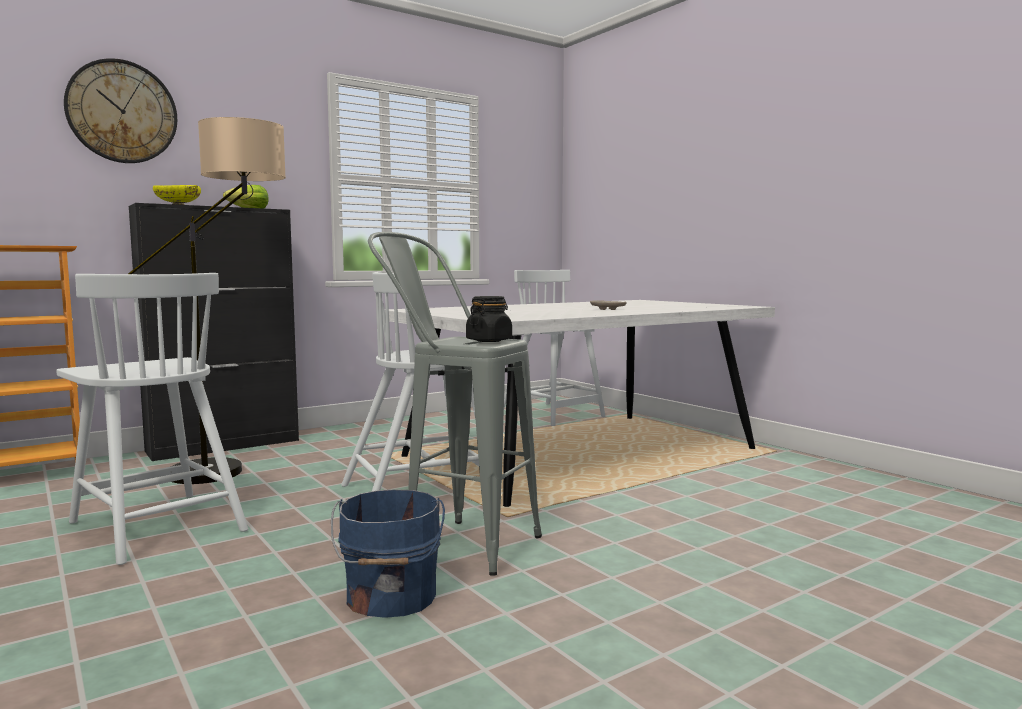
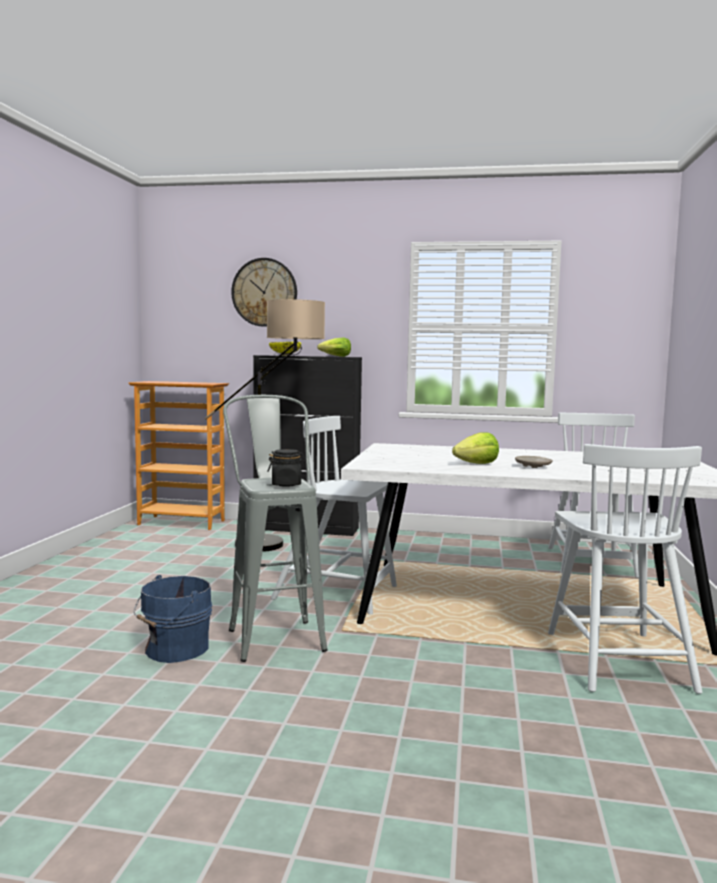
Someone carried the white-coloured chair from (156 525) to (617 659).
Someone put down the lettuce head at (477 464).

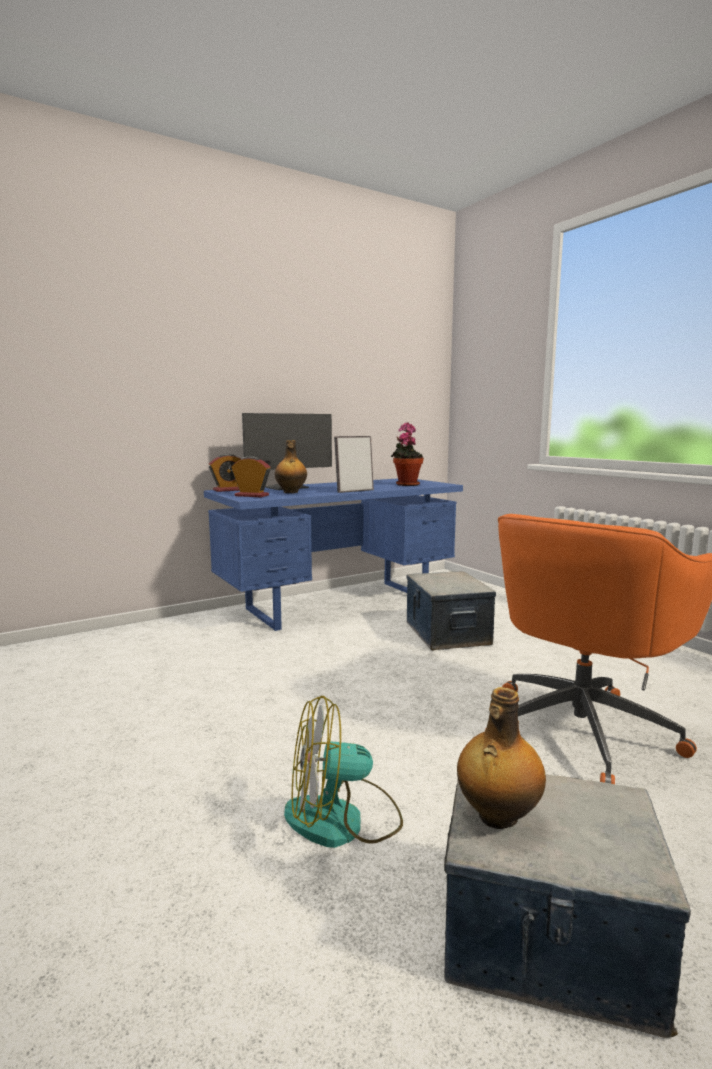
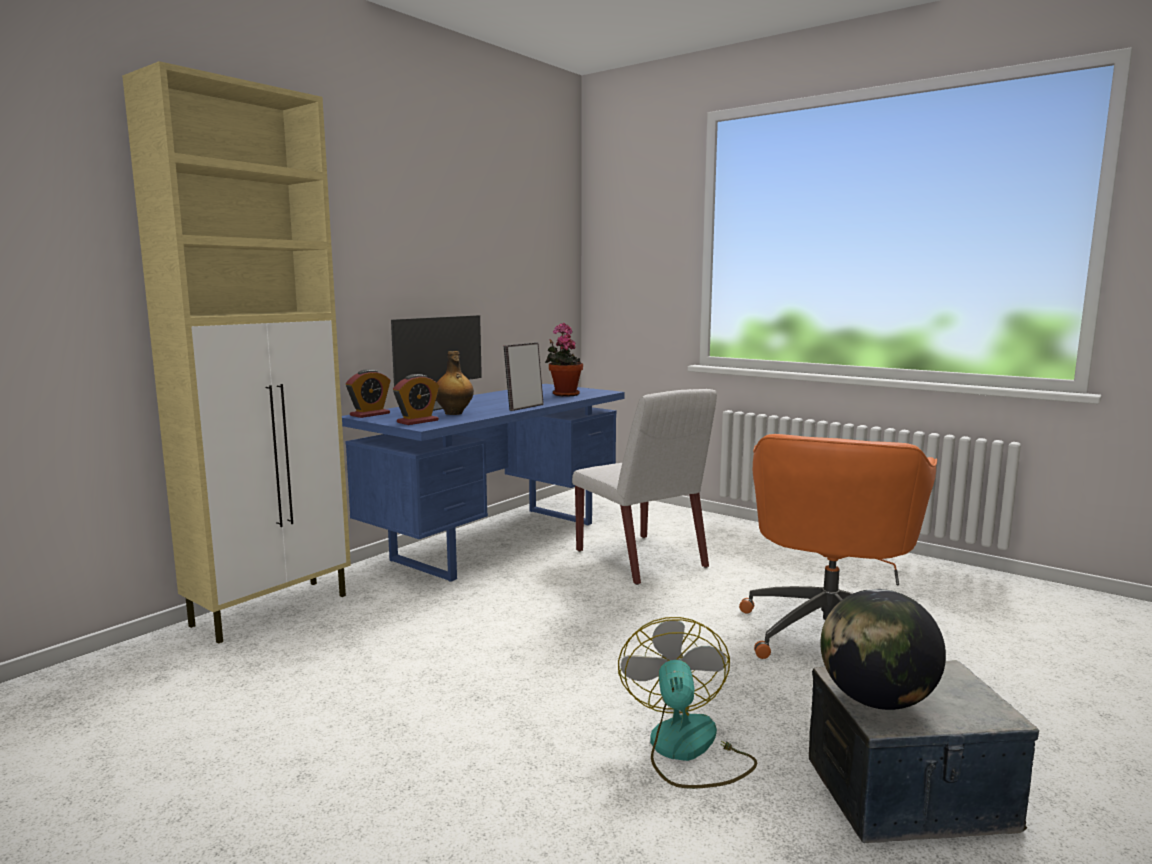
Someone rotated the table clock at (251 495) by 135 degrees clockwise.
Someone rotated the cooling fan at (342 820) by 120 degrees clockwise.
Someone swapped the storage container at (446 633) for the white-coloured chair at (641 559).
Someone swapped the bottle at (497 816) for the world globe at (876 700).
Someone put down the sand-coloured storage cabinet at (273 609).

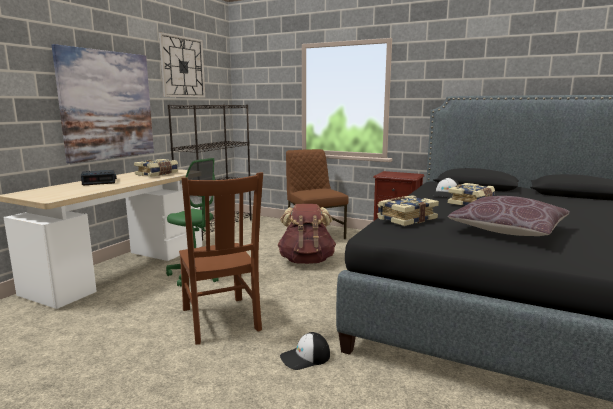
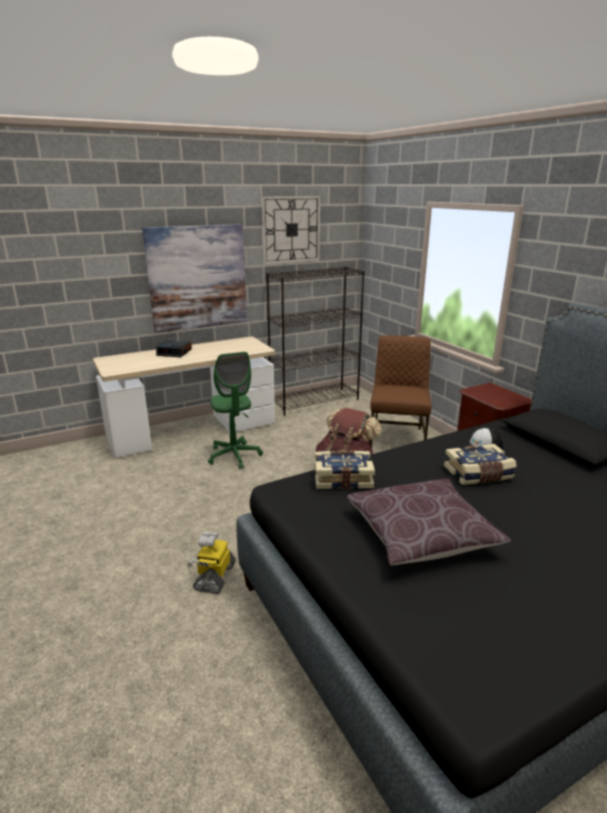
Someone took away the bound book at (157 174).
Someone took away the brown chair at (221 321).
Someone swapped the cap at (305 357) for the robot figure at (214 576).

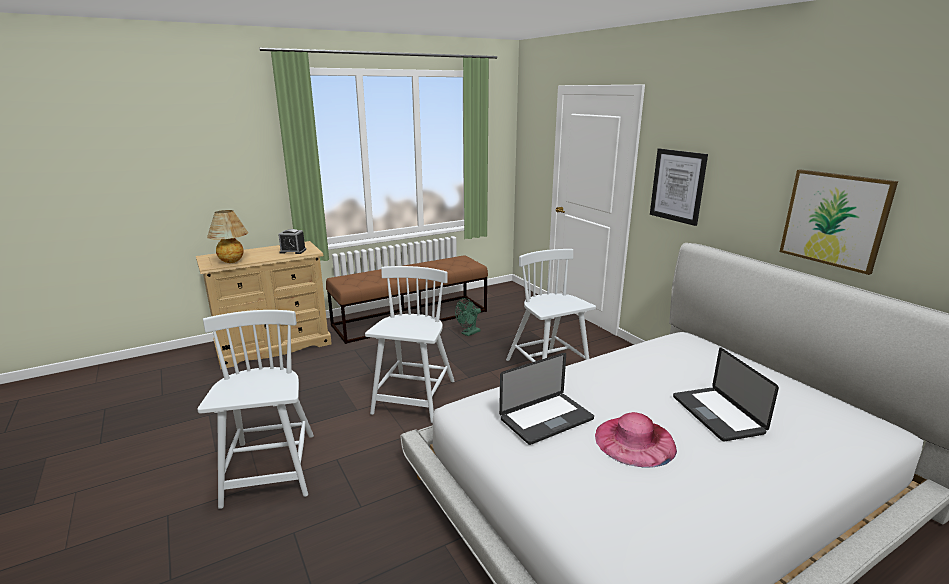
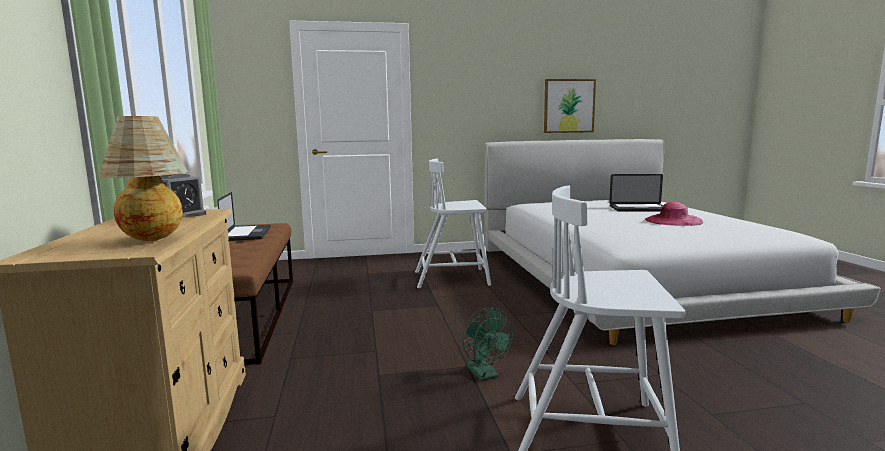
Someone took away the white-coloured chair at (414 398).
Someone carried the green-coloured cooling fan from (468 333) to (485 375).
Someone carried the laptop from (546 419) to (247 234).
Someone took away the wall picture at (677 186).

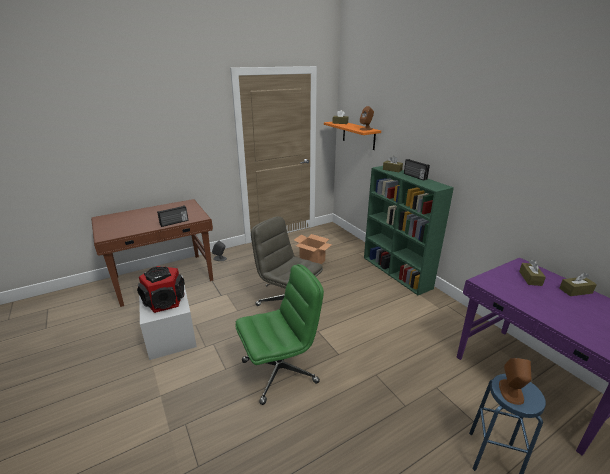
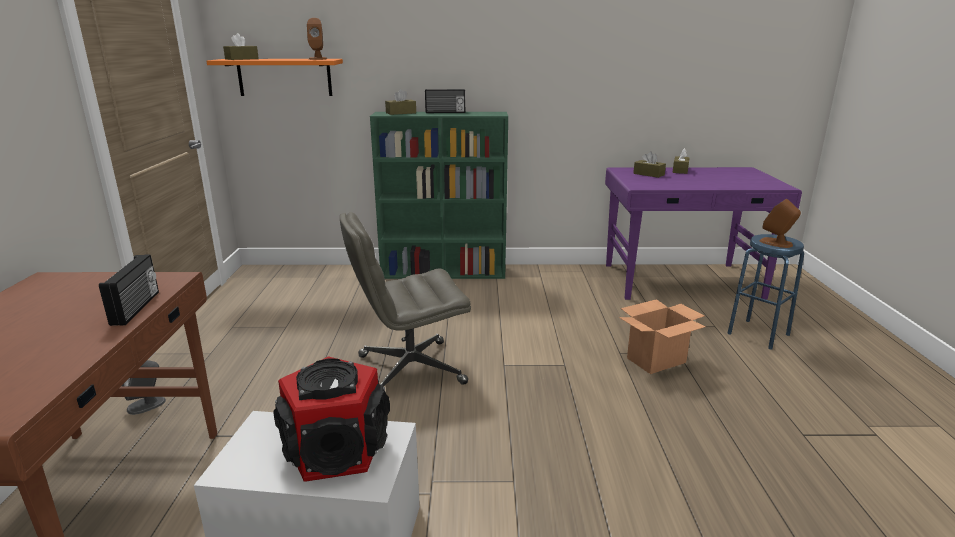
Someone took away the green-coloured office chair at (280 371).
Someone carried the cardboard box from (312 261) to (656 360).

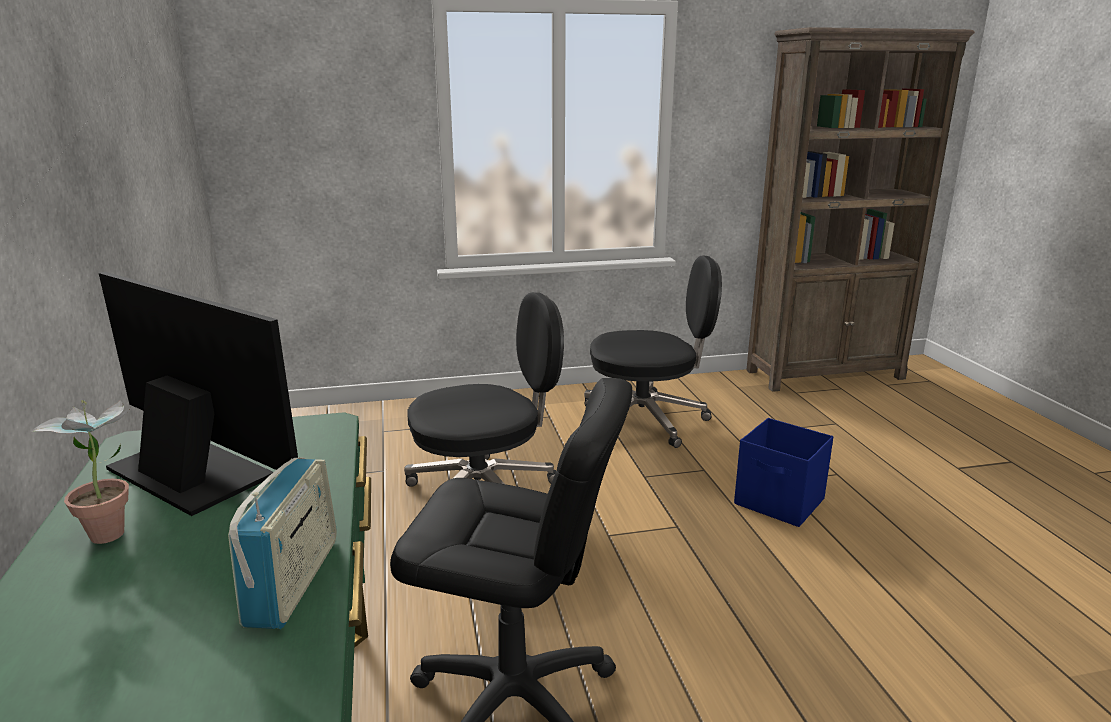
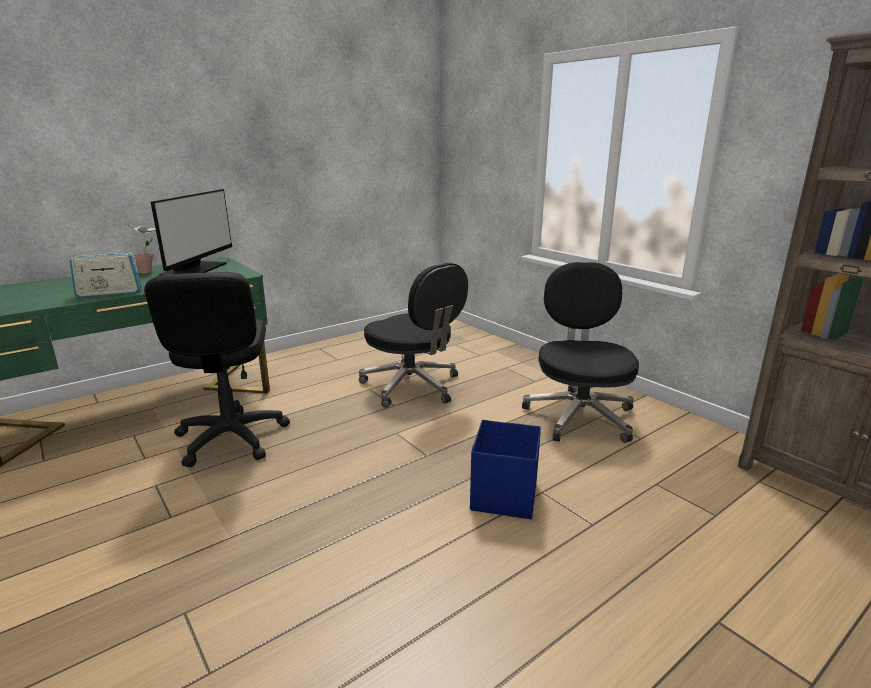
Someone rotated the black-coloured office chair at (646 420) by 150 degrees counterclockwise.

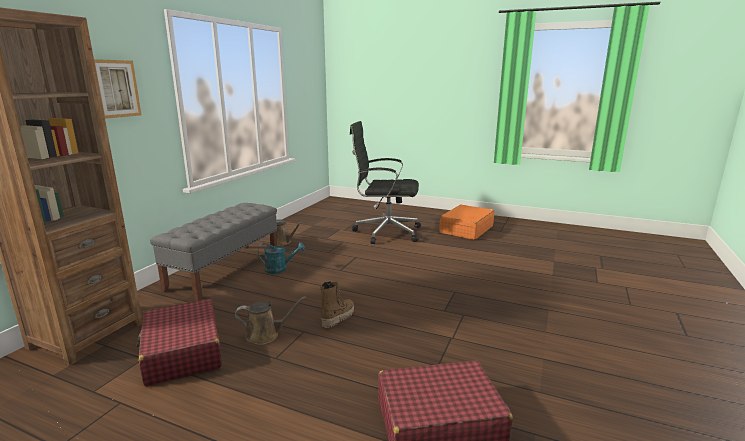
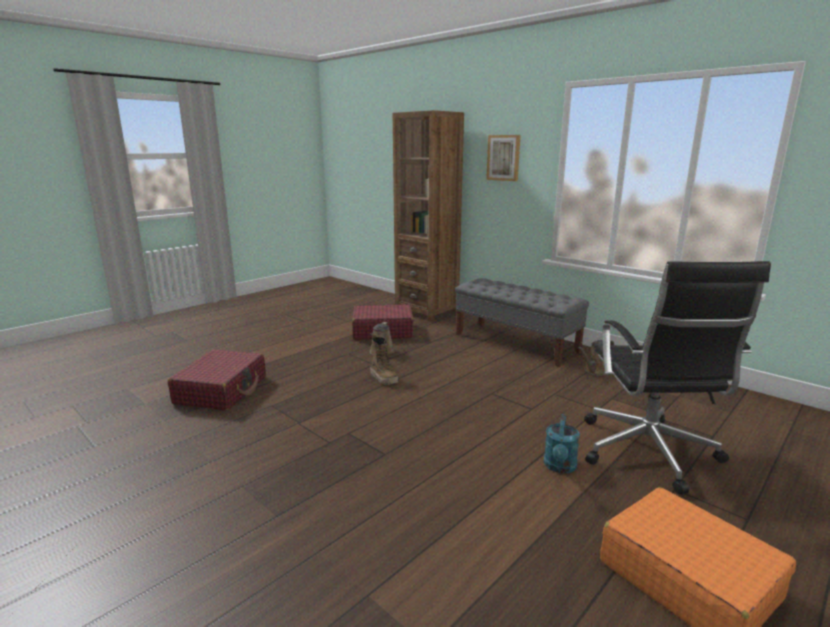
Someone carried the turquoise-coloured watering pot from (280 269) to (559 467).
Someone rotated the black-coloured office chair at (385 232) by 150 degrees clockwise.

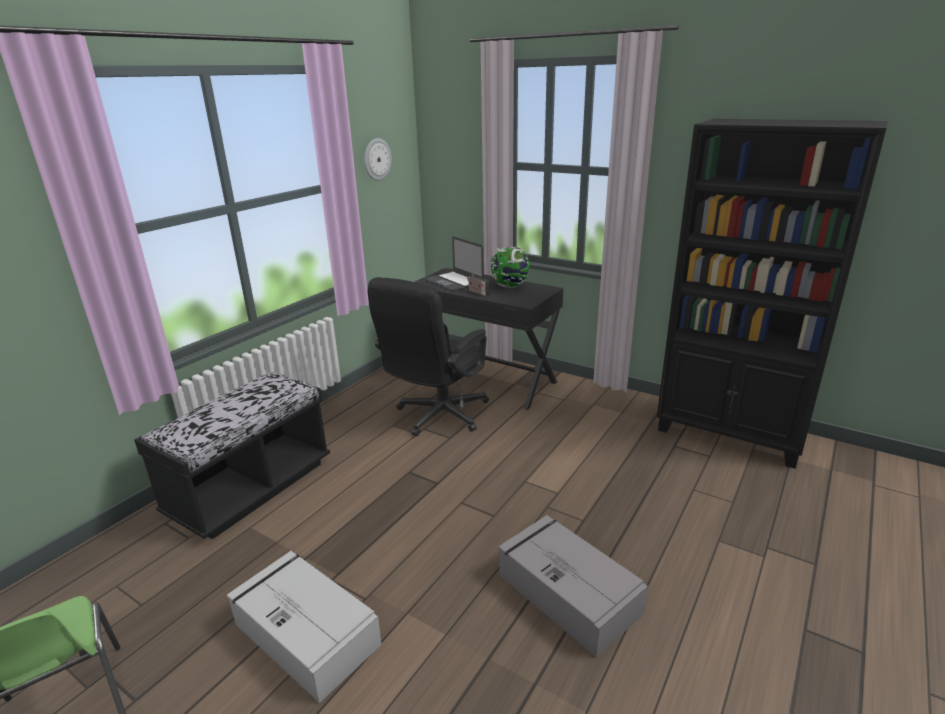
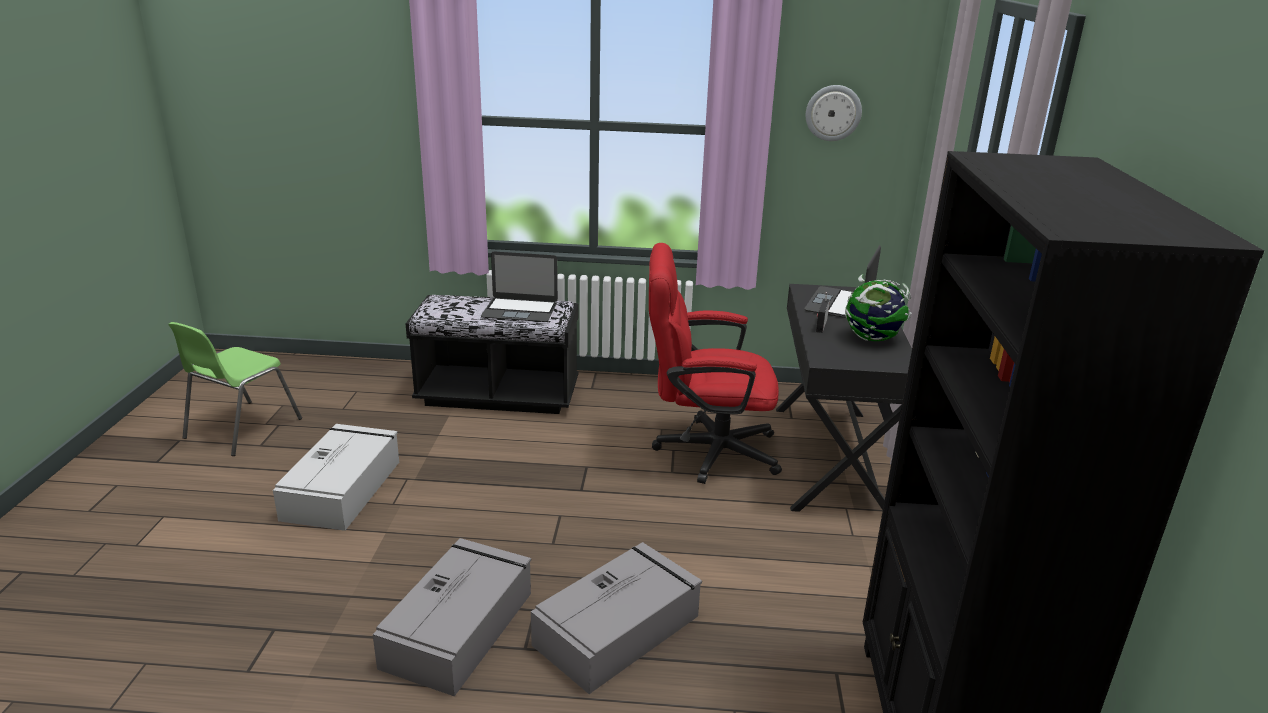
Someone repainted the black-coloured office chair at (437 417), which became the red office chair at (705 450).
Someone put down the laptop at (520 310).
Someone put down the grey storage container at (619 629).

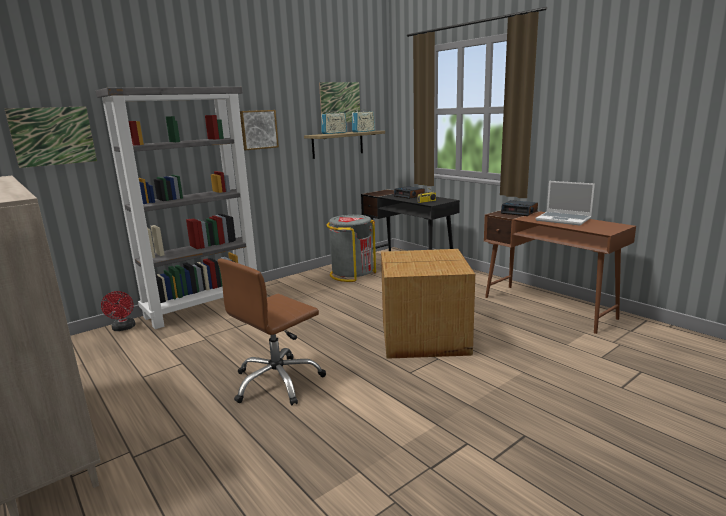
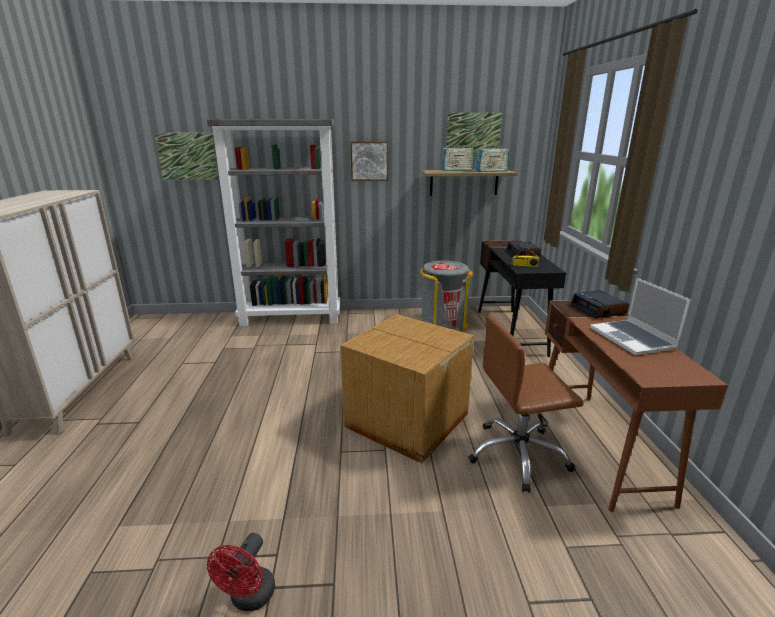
Someone carried the red cooling fan from (123 328) to (249 599).
Someone carried the brown office chair from (278 382) to (518 455).

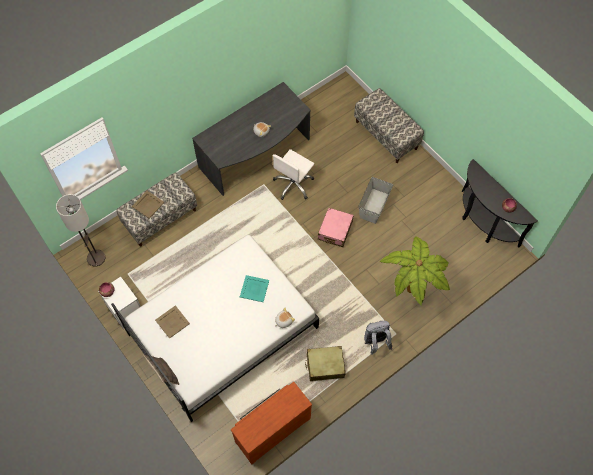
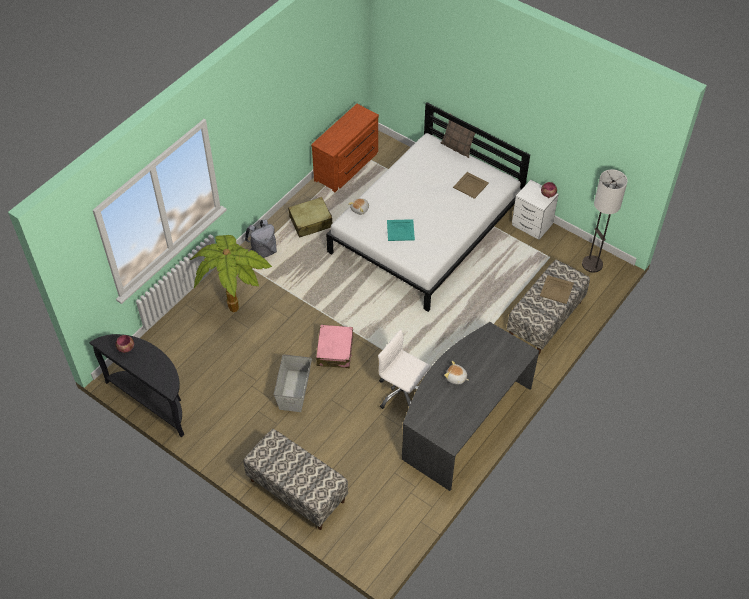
Someone rotated the white-coloured office chair at (293 184) by 75 degrees counterclockwise.

